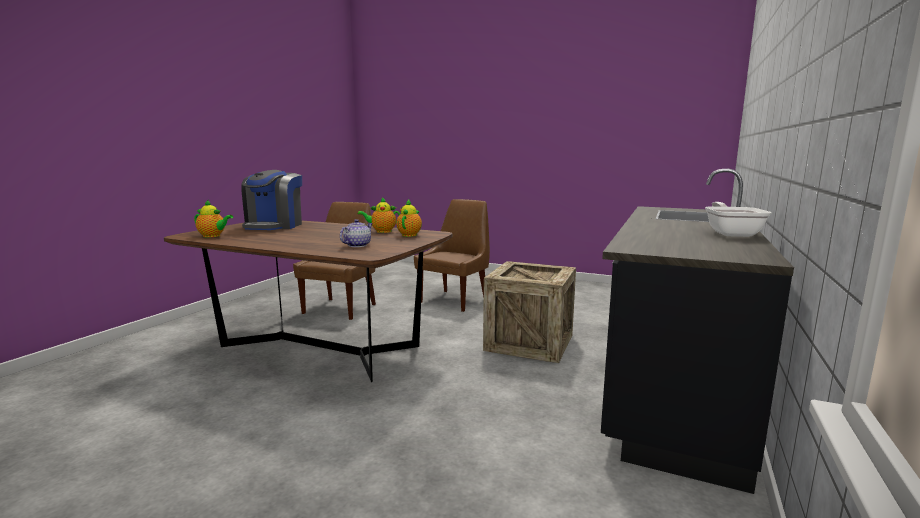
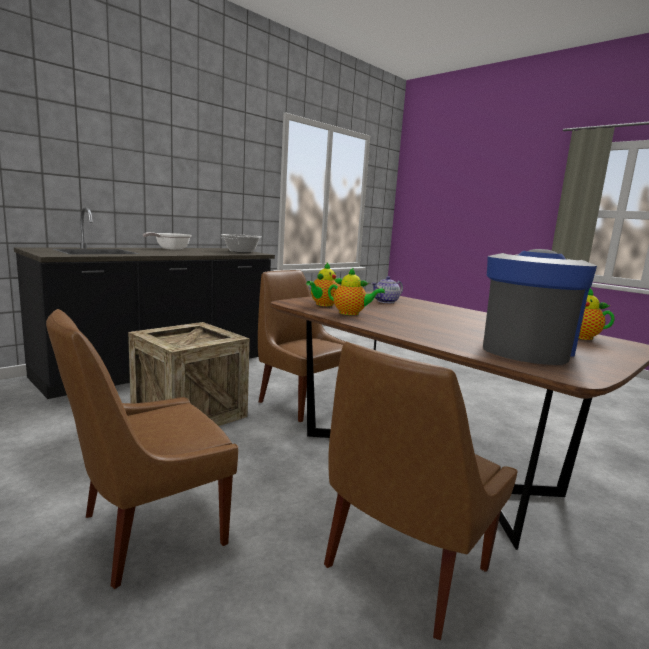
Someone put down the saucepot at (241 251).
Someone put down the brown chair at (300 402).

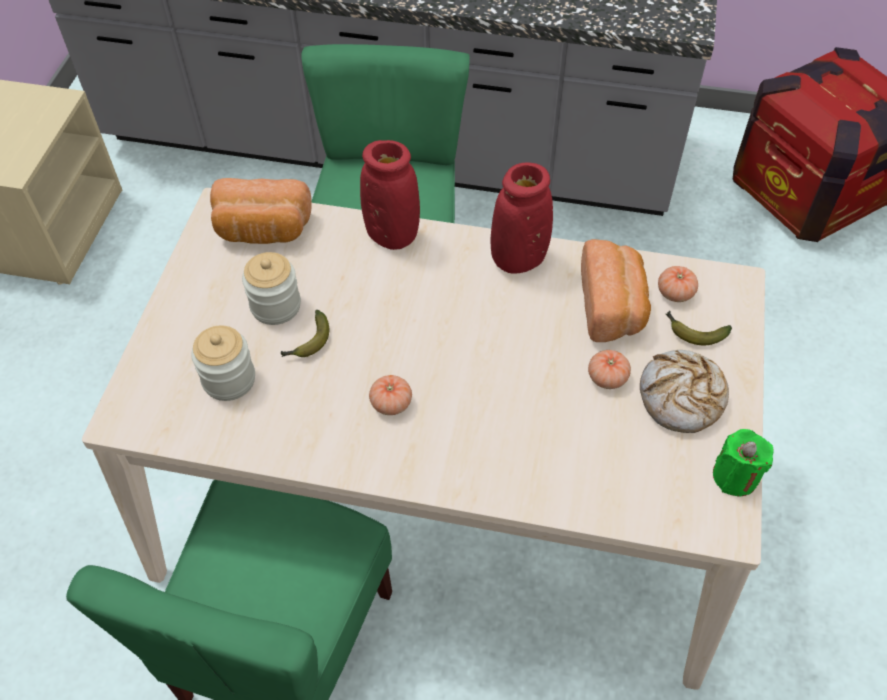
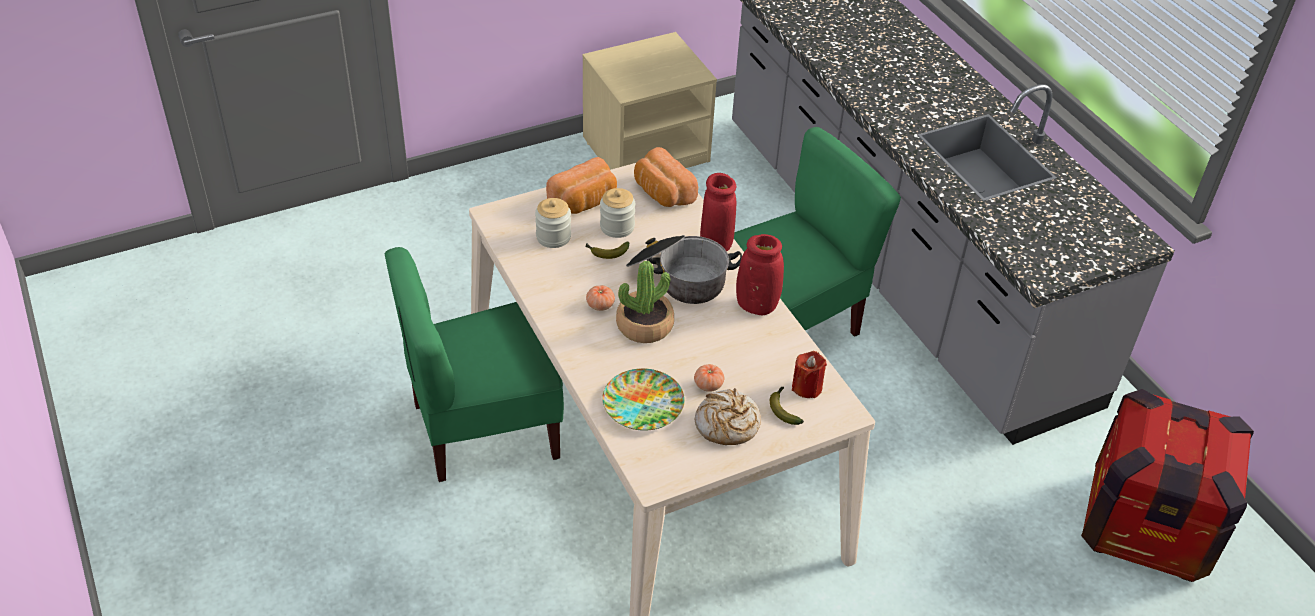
Someone carried the bread from (612 306) to (584 202).
Someone swapped the whole tomato at (675 293) for the red candle at (807 387).
Someone took away the green-coloured candle at (735 476).
Someone put down the plate at (643 405).
Someone put down the houseplant at (644 325).
Someone put down the saucepot at (679 279).

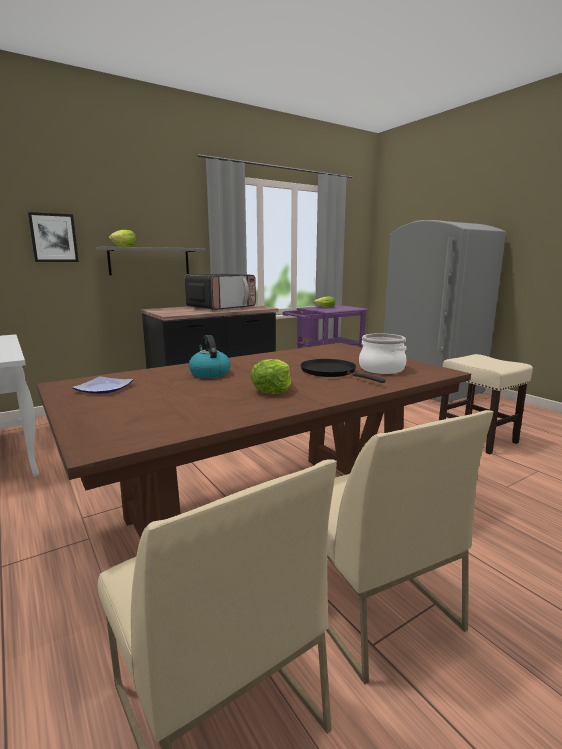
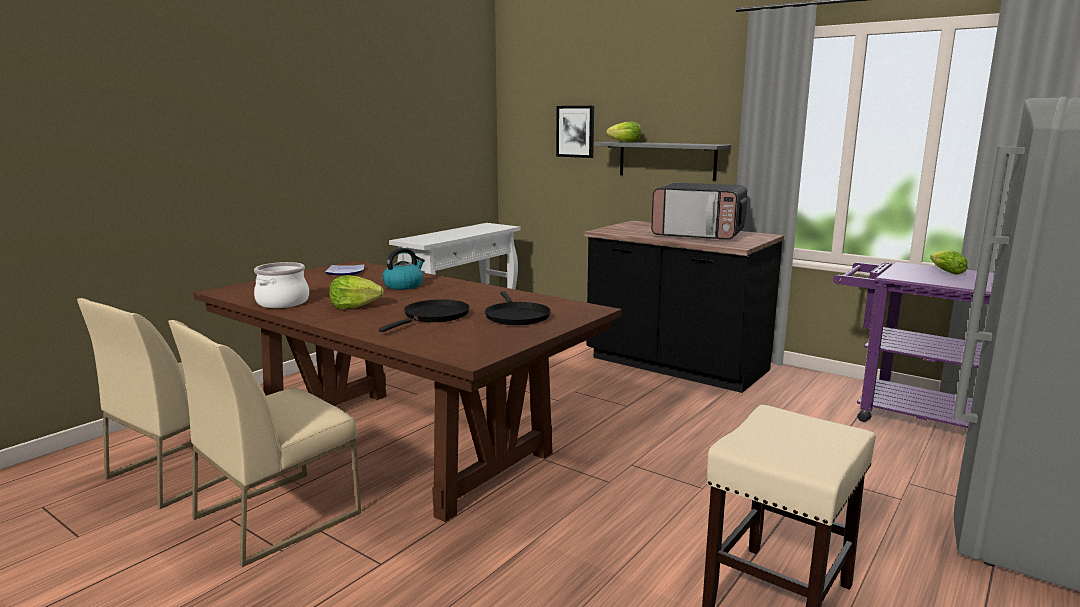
Someone carried the saucepot from (381 369) to (282 302).
Someone put down the black-coloured frying pan at (516 316).

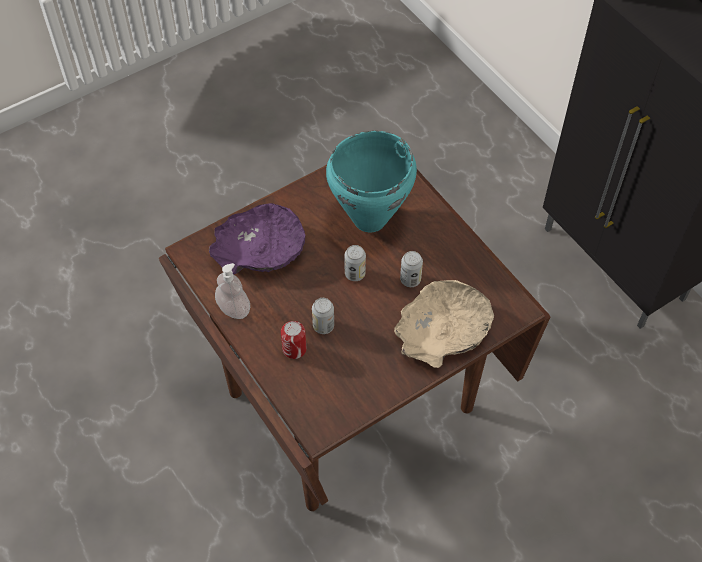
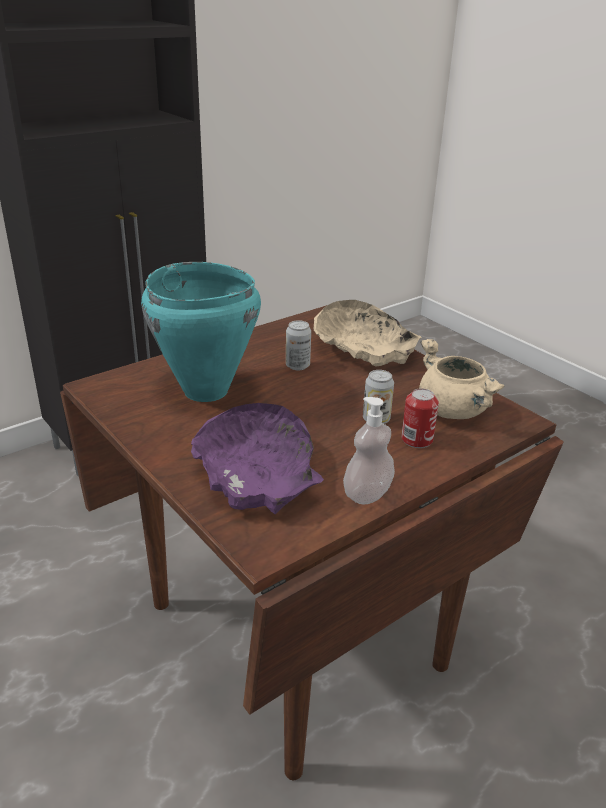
Someone took away the can at (355 274).
Someone put down the sand-coloured saucepot at (454 411).

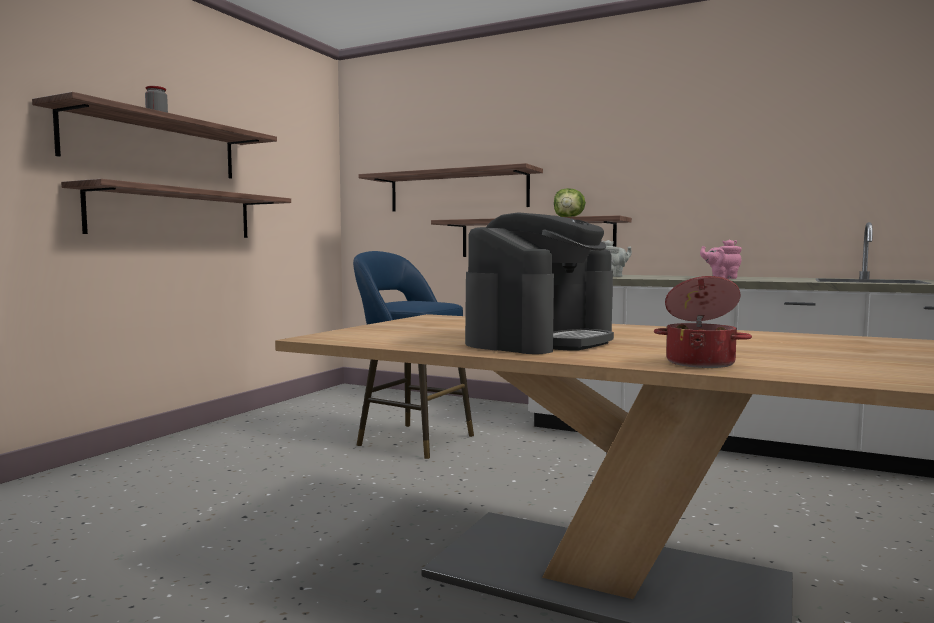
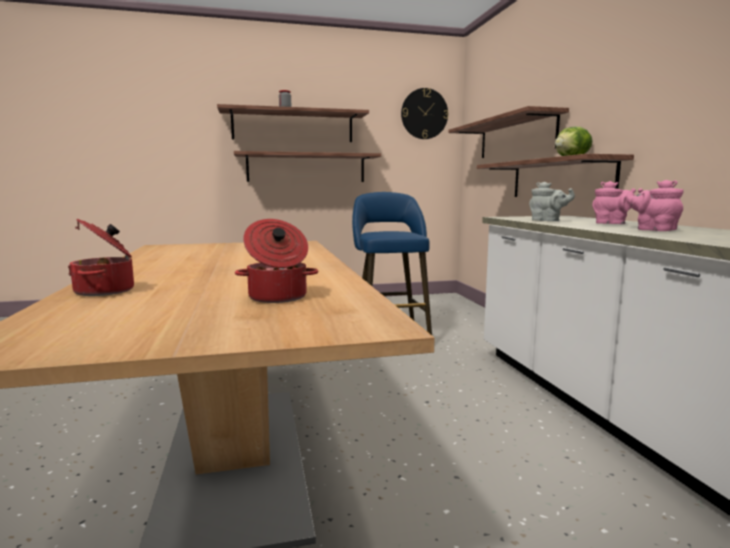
Someone took away the coffee brewer at (540 341).
Someone put down the saucepot at (277 297).
Someone put up the clock on the wall at (424 114).
Someone put down the pink teapot at (613 224).

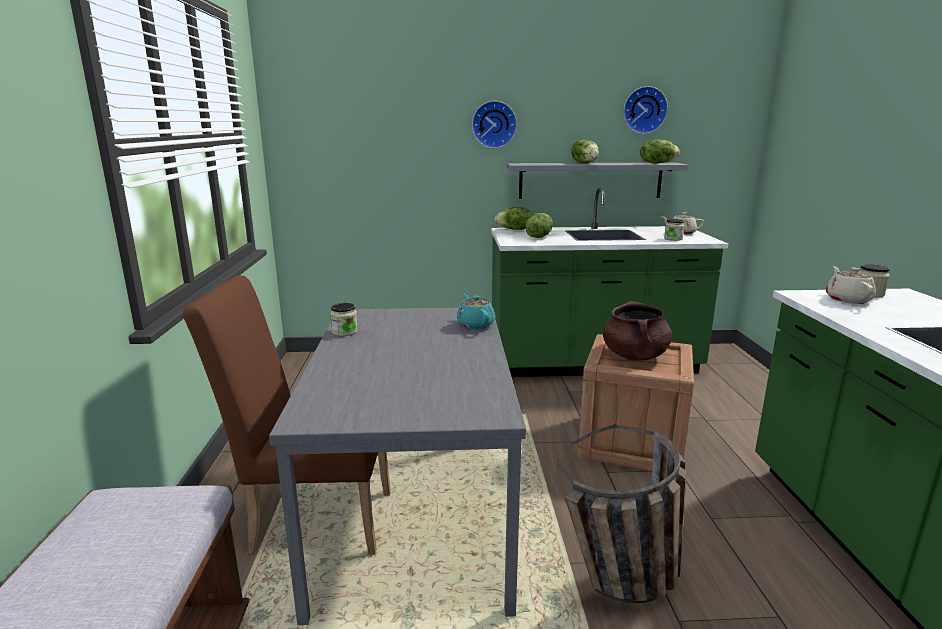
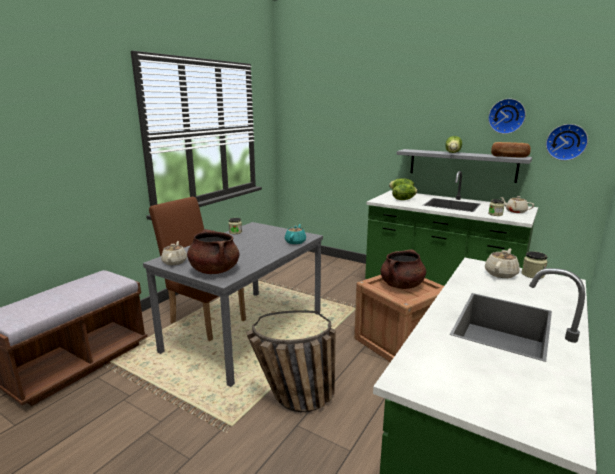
Someone carried the clock on the wall from (494 124) to (566 142).
Someone swapped the lettuce head at (657 163) for the bread at (509 156).
Someone put down the sand-coloured teapot at (175 262).
Someone put down the brown saucepot at (214 270).

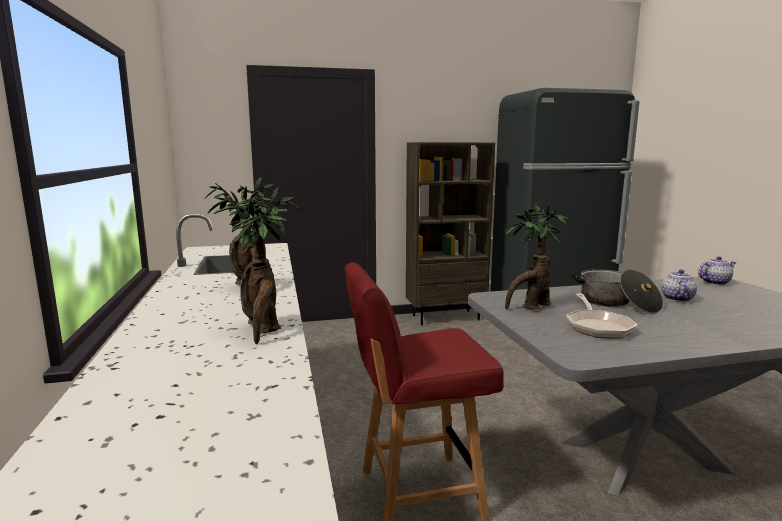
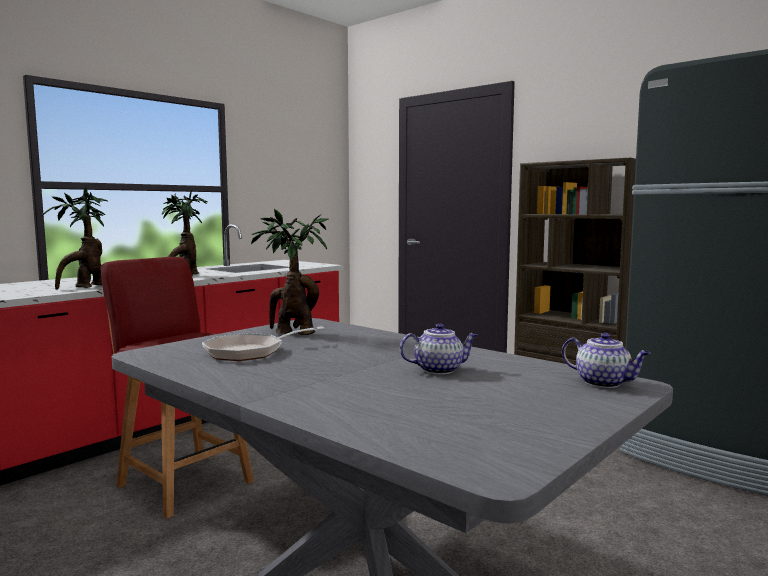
Someone took away the saucepot at (617 303).

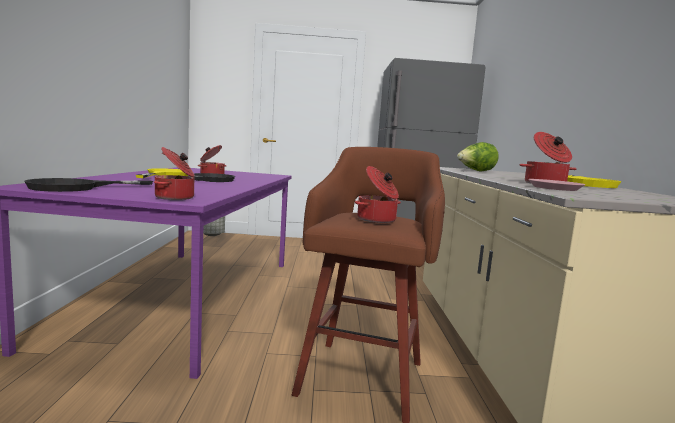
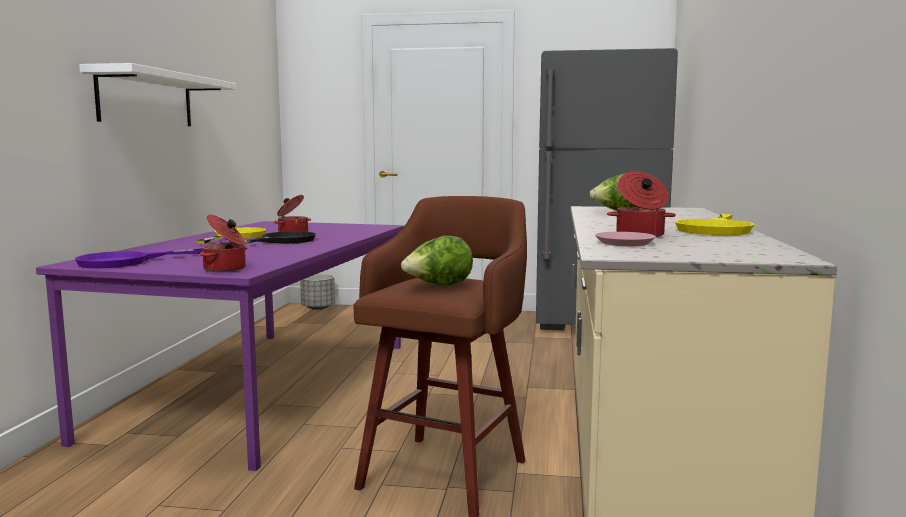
Someone repainted the black-coloured frying pan at (76 187), which became the purplish frying pan at (126 262).
Someone swapped the saucepot at (377 220) for the lettuce head at (438 286).
Someone put up the white-coloured wall shelf at (146 99).

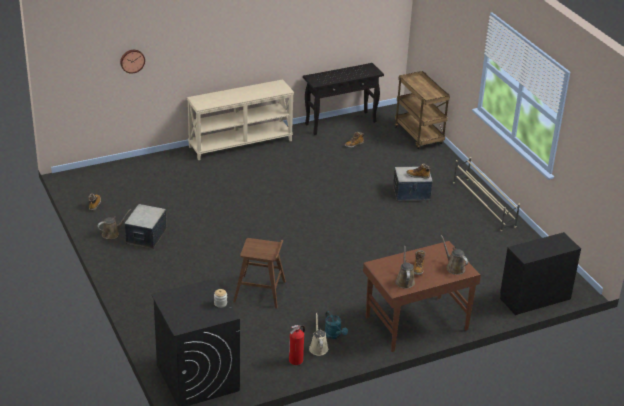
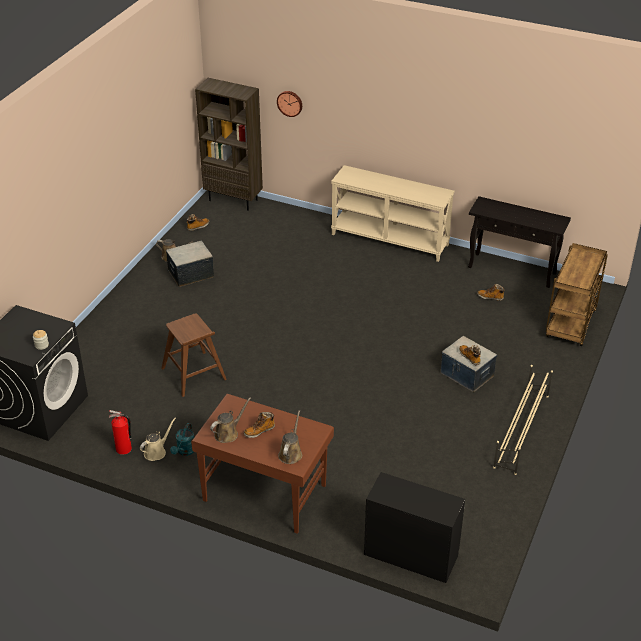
Someone put down the brown bookshelf at (234 200).

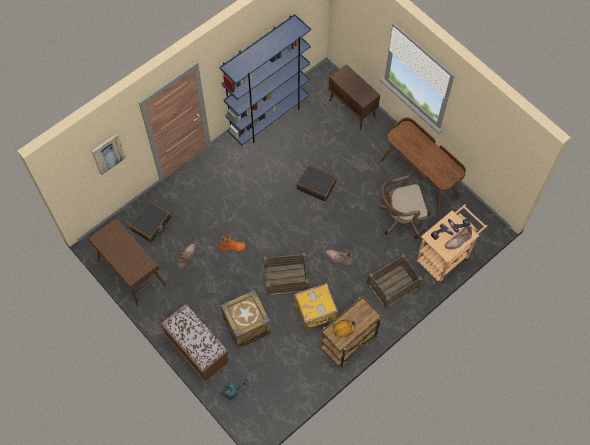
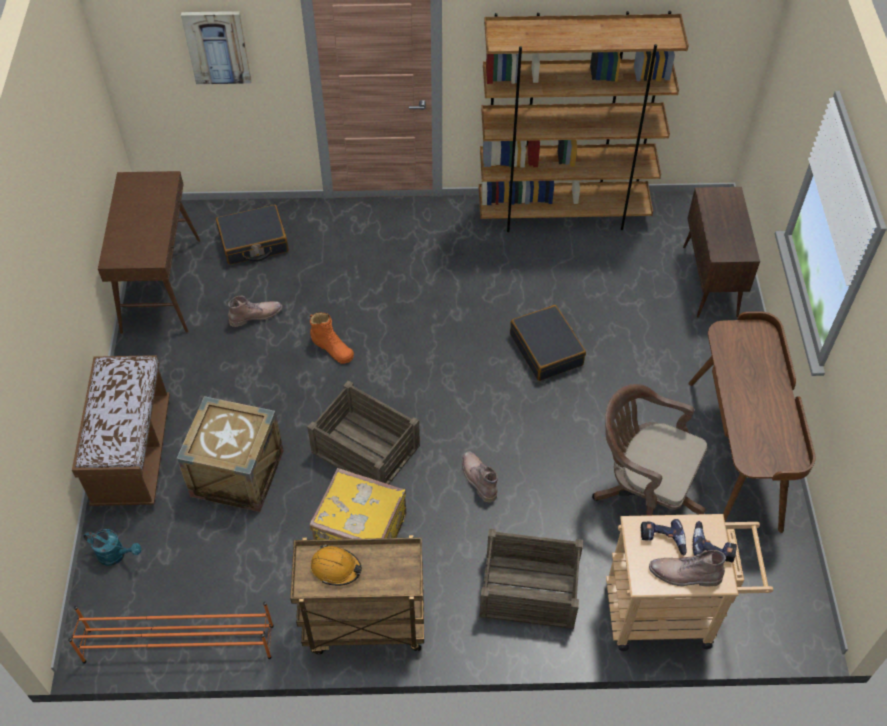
Someone repainted the bluish bookshelf at (269 118), which became the brown bookshelf at (563 213).
Someone put down the orangey shoe rack at (178 643).

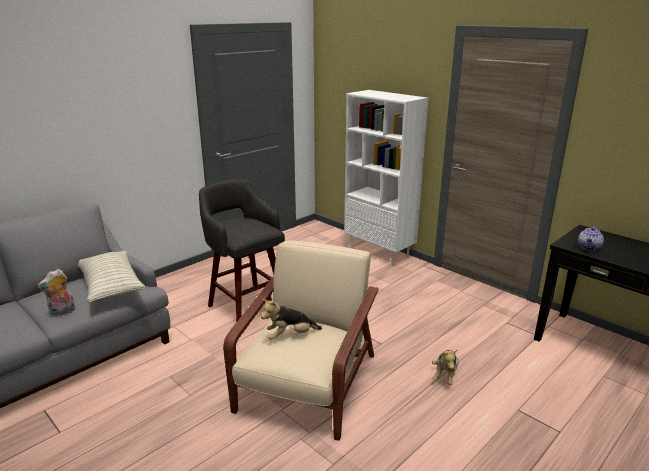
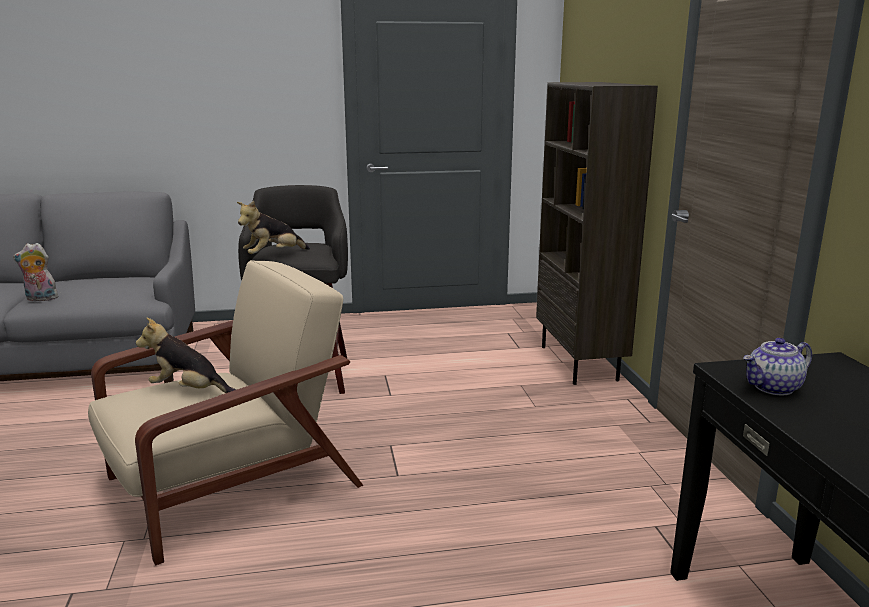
Someone took away the cushion at (111 286).
Someone repainted the white-coloured bookshelf at (379 253), which became the brown bookshelf at (580 363).
Someone carried the cuddly toy from (445 375) to (273 256).

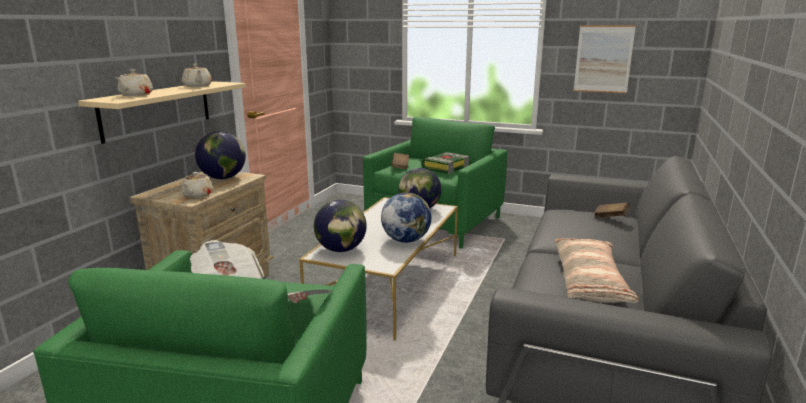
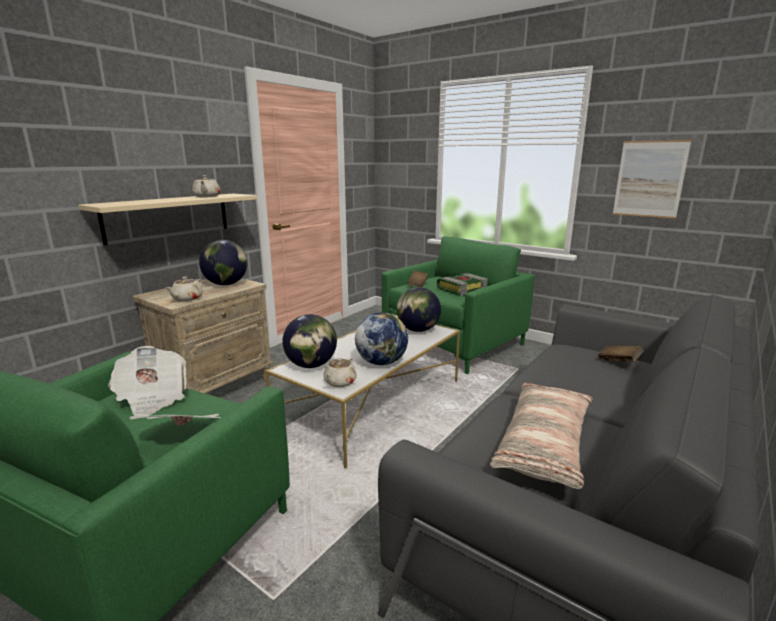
Someone carried the sand-coloured teapot from (135 95) to (339 382).

